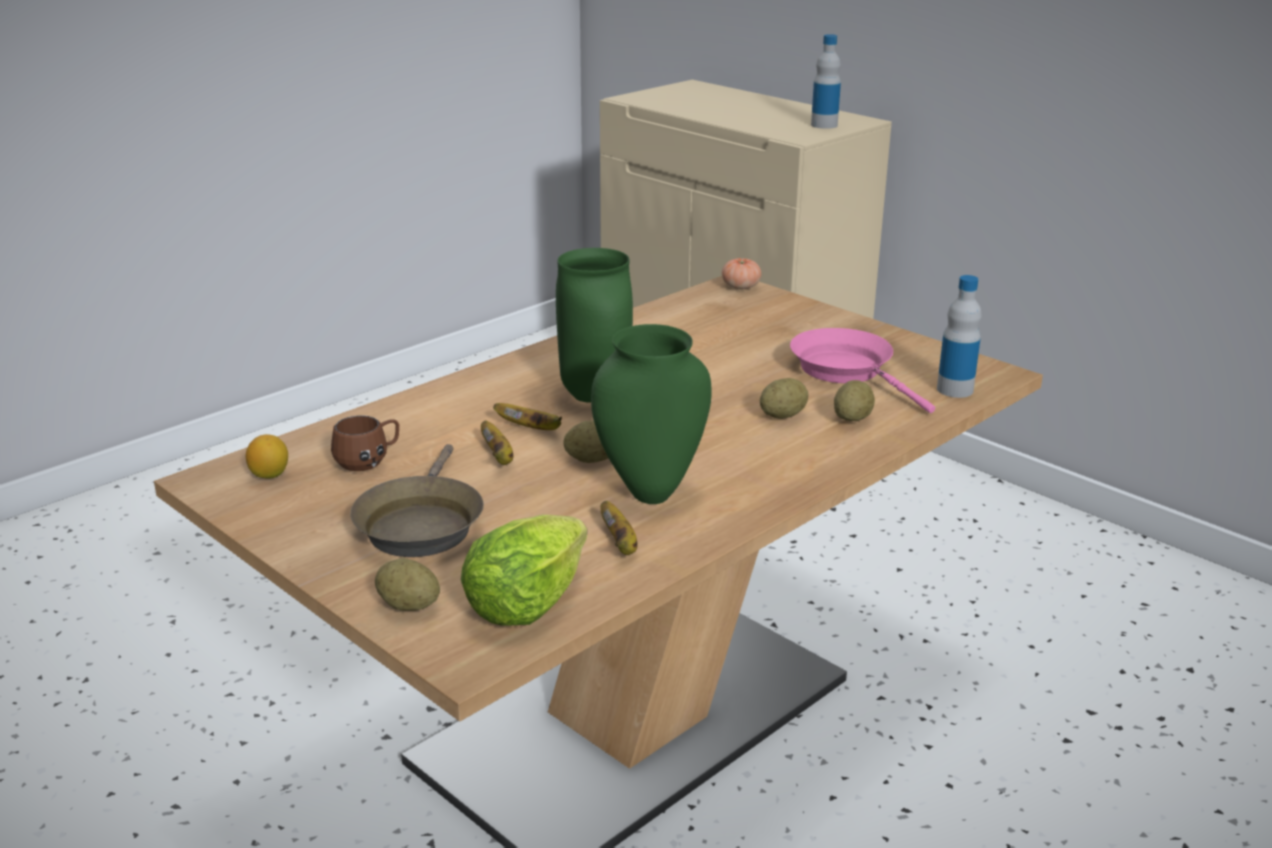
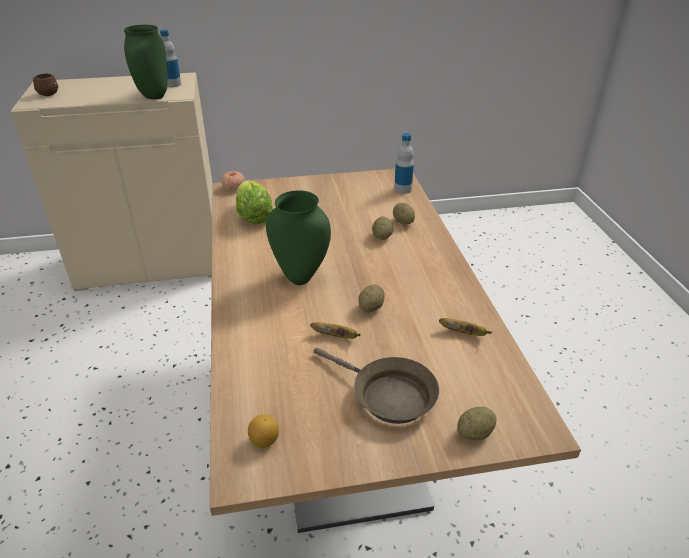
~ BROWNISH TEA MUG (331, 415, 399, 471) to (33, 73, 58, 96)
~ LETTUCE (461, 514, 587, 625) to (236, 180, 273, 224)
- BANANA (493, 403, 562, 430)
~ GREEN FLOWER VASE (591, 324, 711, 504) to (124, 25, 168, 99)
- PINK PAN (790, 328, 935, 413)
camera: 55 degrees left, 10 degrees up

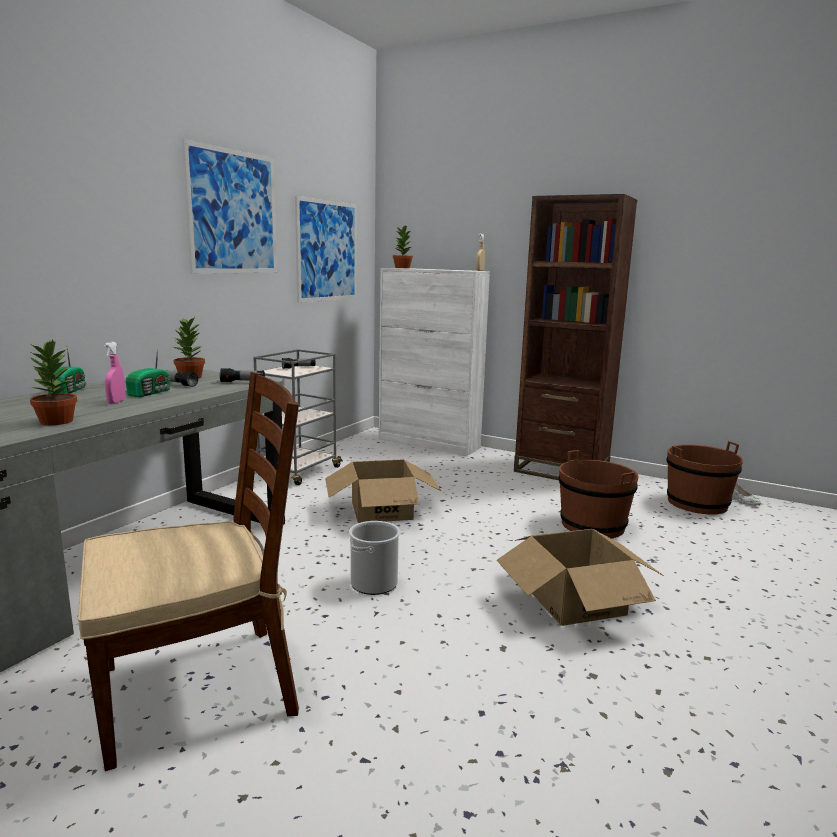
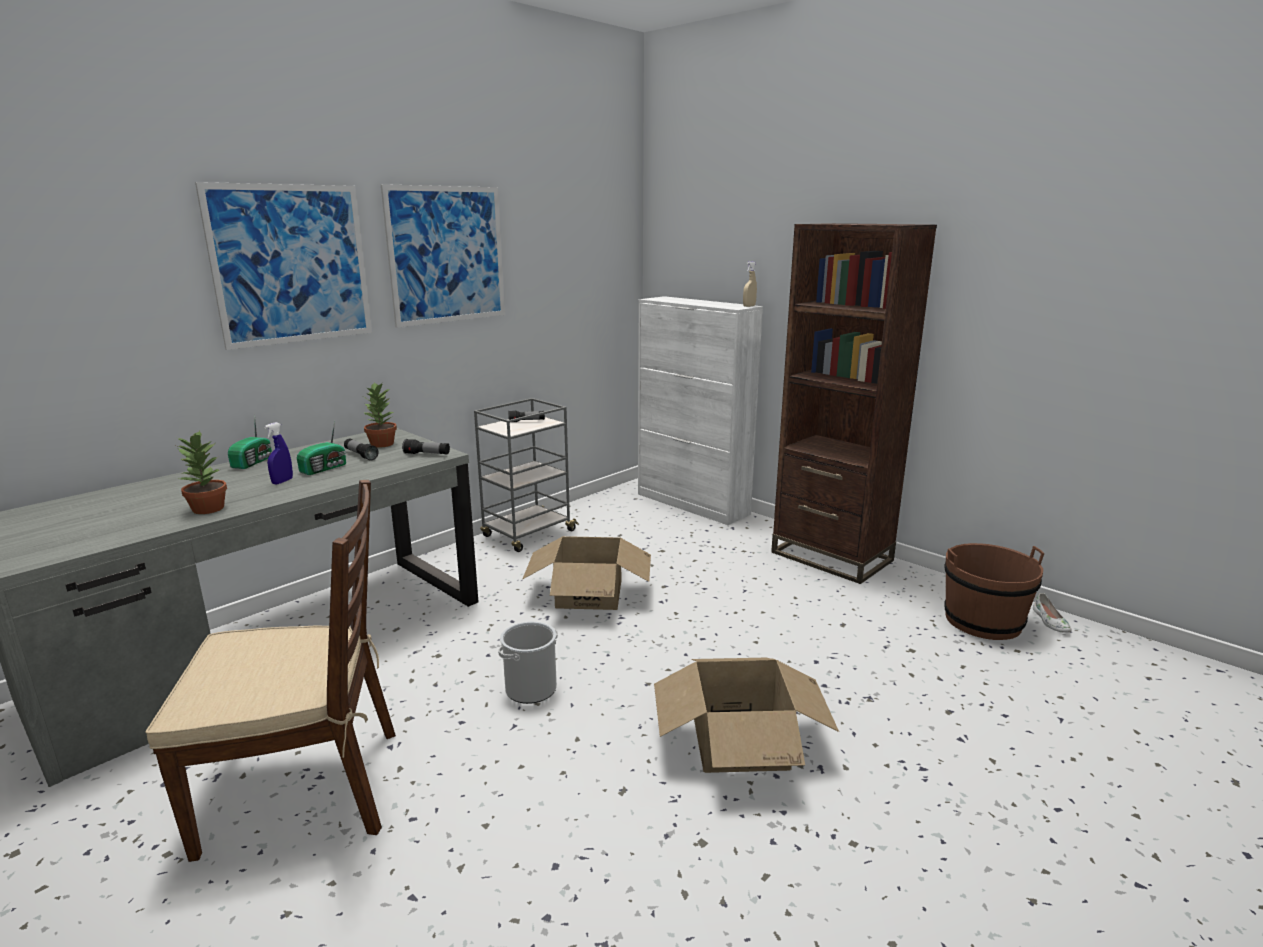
~ PINK SPRAYER (104, 342, 125, 404) to BLUE-COLOURED SPRAYER (264, 422, 293, 485)
~ WALL ART (295, 196, 357, 303) to (195, 182, 372, 350)
- PLANT IN A POT (393, 225, 413, 268)
- BROWNISH BUCKET (559, 450, 639, 539)
camera: 15 degrees right, 5 degrees up

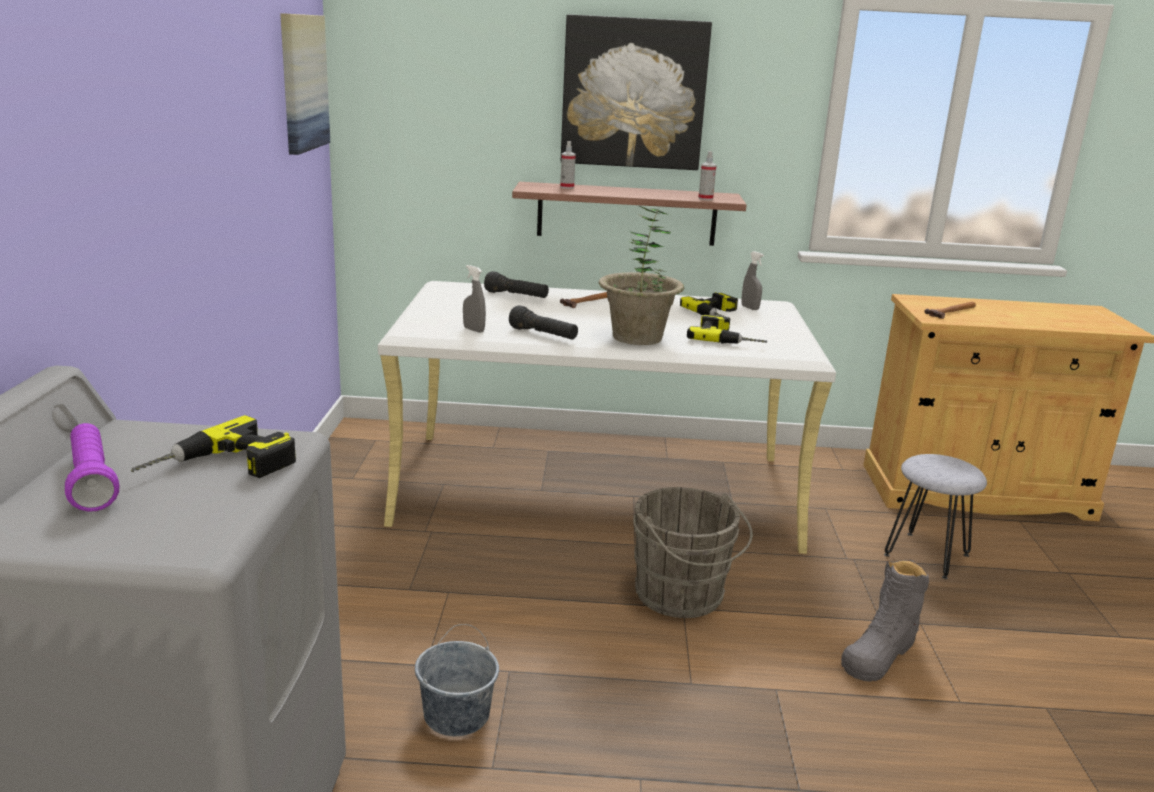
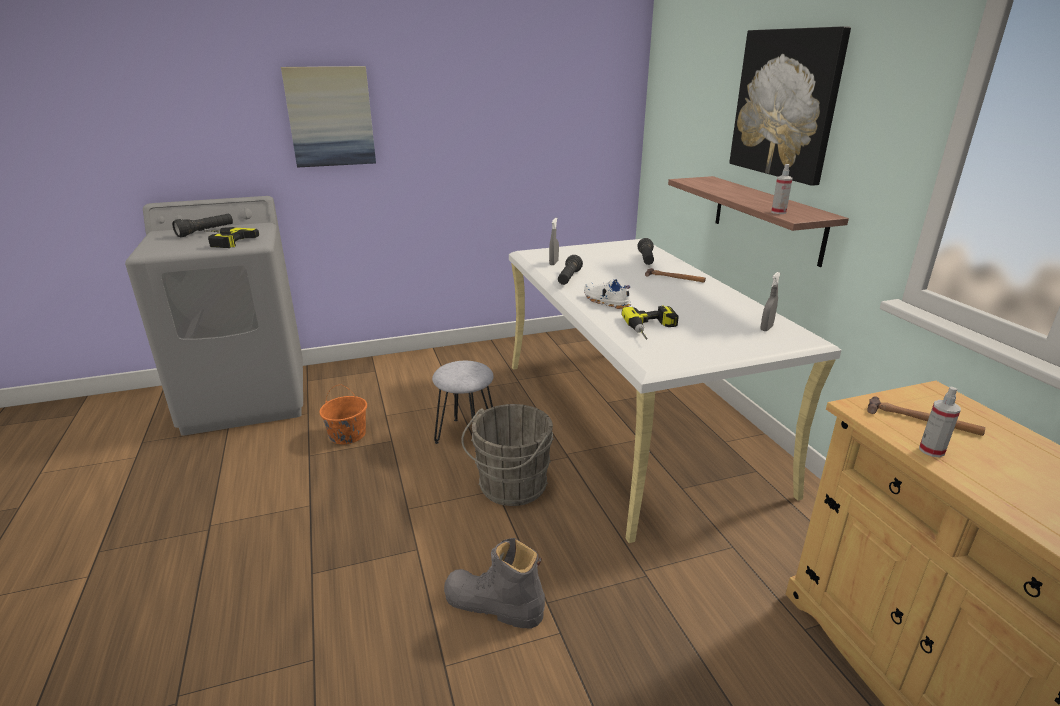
~ PURPLE HAND TORCH (65, 423, 119, 512) to BLACKISH HAND TORCH (172, 214, 233, 237)
~ WALL ART (280, 13, 330, 155) to (281, 66, 376, 168)
~ GREYISH BUCKET (415, 624, 499, 736) to ORANGE-COLOURED BUCKET (319, 385, 367, 444)
~ SPRAYER (560, 141, 576, 189) to (919, 387, 961, 457)
~ PLANT IN A POT (599, 206, 684, 345) to WHITE-COLOURED SHOE (584, 279, 631, 309)
- POWER DRILL (680, 292, 738, 320)
~ GREYISH STOOL (884, 454, 987, 579) to (432, 361, 494, 452)
camera: 70 degrees right, 5 degrees up

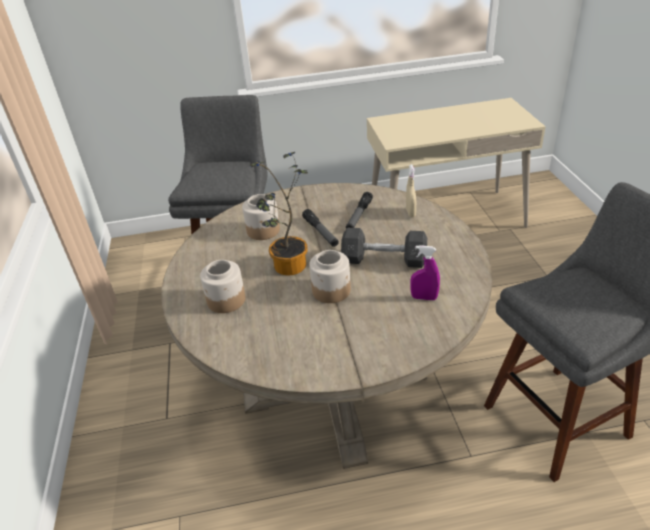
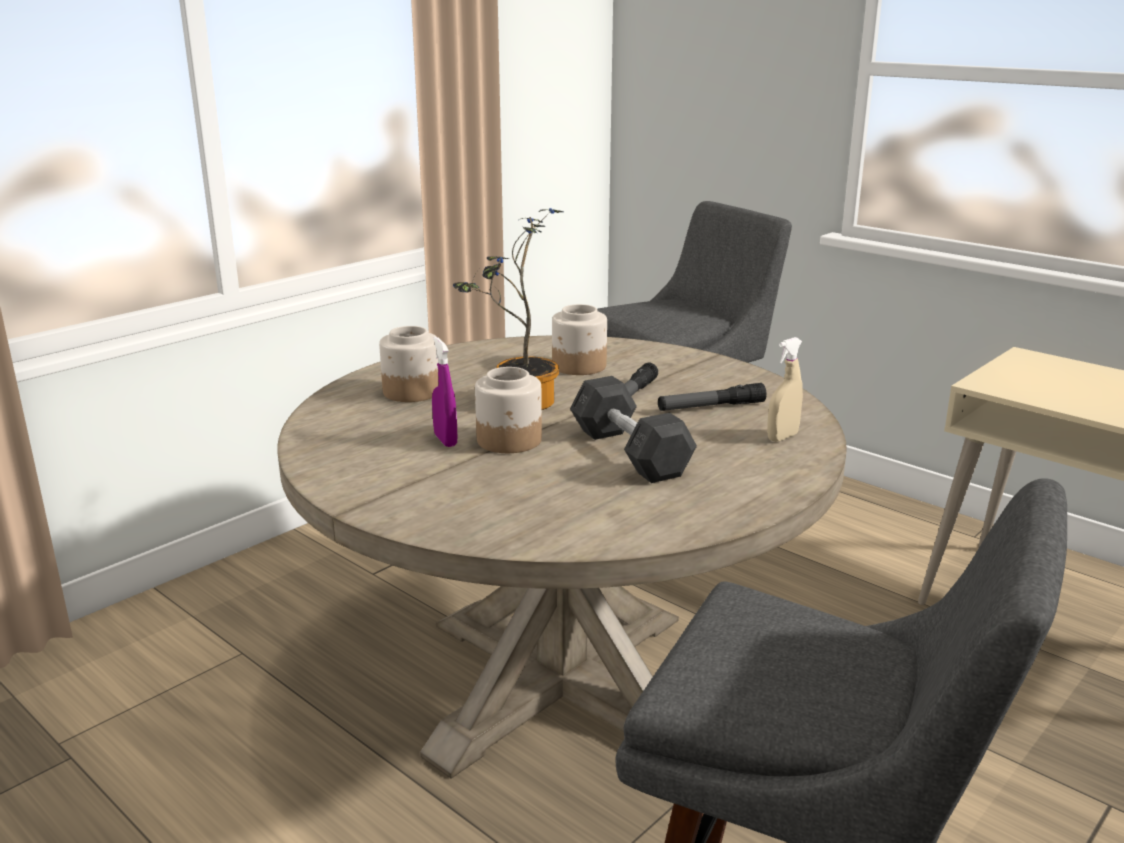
~ PURPLE SPRAYER (410, 245, 440, 300) to (432, 337, 457, 447)
camera: 50 degrees right, 15 degrees down

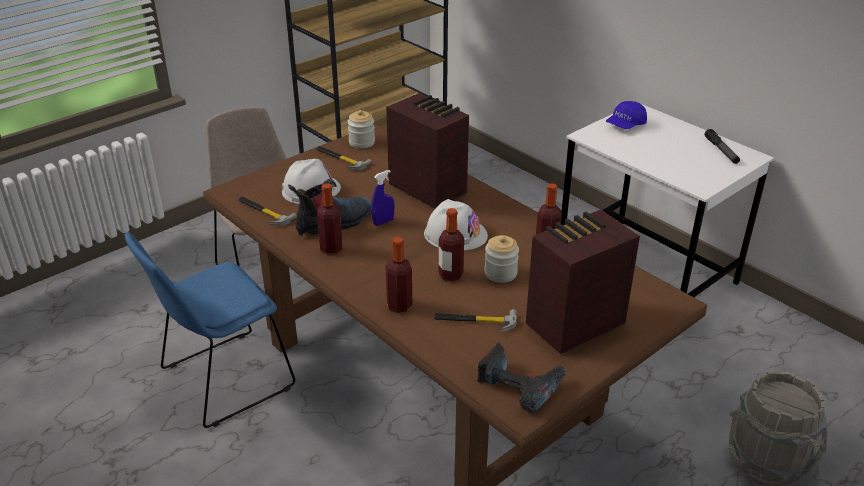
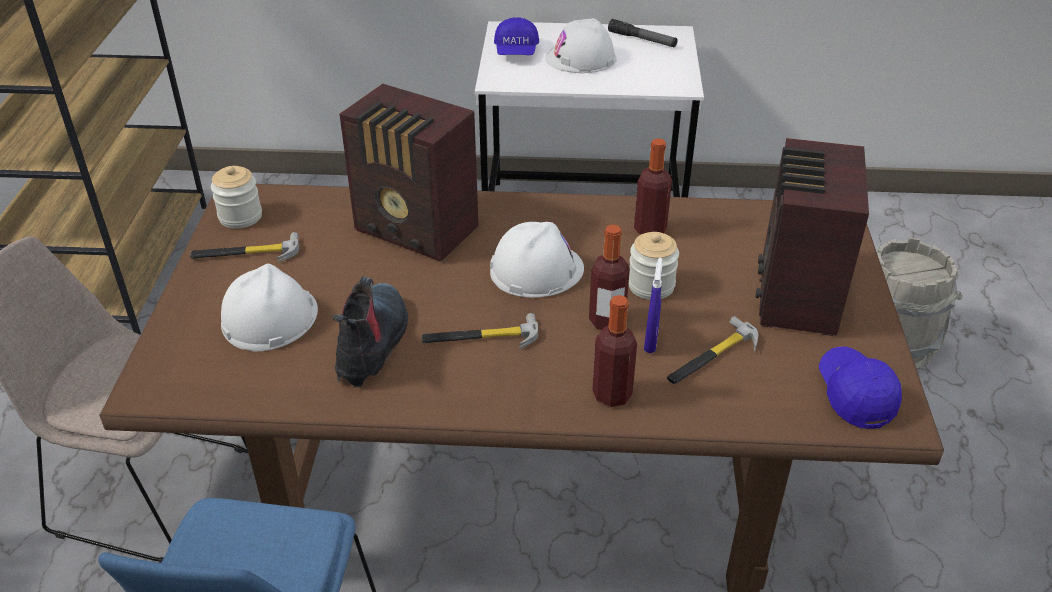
~ TOOL HAMMER (238, 197, 297, 226) to (422, 313, 538, 349)
- DRINK BOTTLE (317, 183, 343, 254)
~ BLUE-COLOURED SPRAYER (371, 170, 395, 226) to (644, 258, 663, 353)
~ RADIO RECEIVER (386, 93, 469, 209) = (340, 84, 479, 262) 150 degrees counterclockwise
~ POWER DRILL (478, 342, 566, 413) to BLUE-COLOURED CAP (819, 347, 902, 429)
+ WHITE-COLOURED HARD HAT (545, 18, 617, 73)
camera: 45 degrees left, 5 degrees up

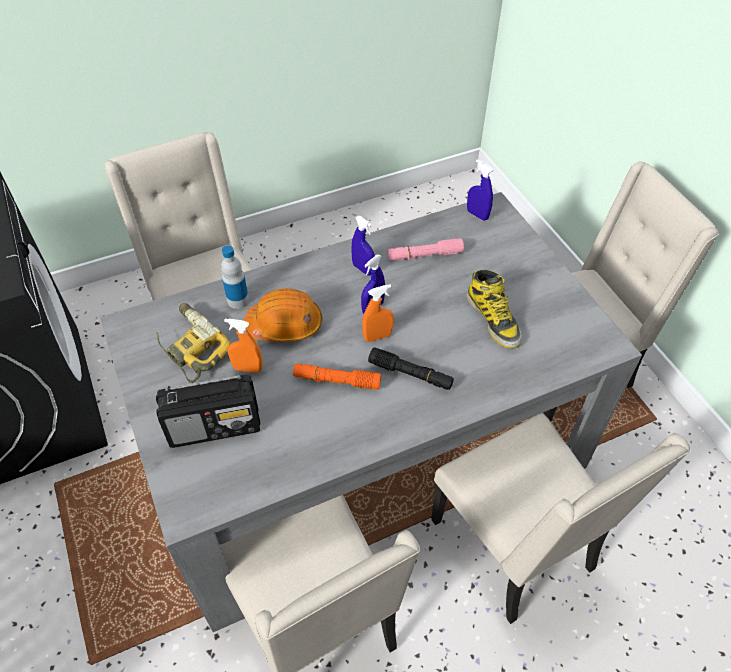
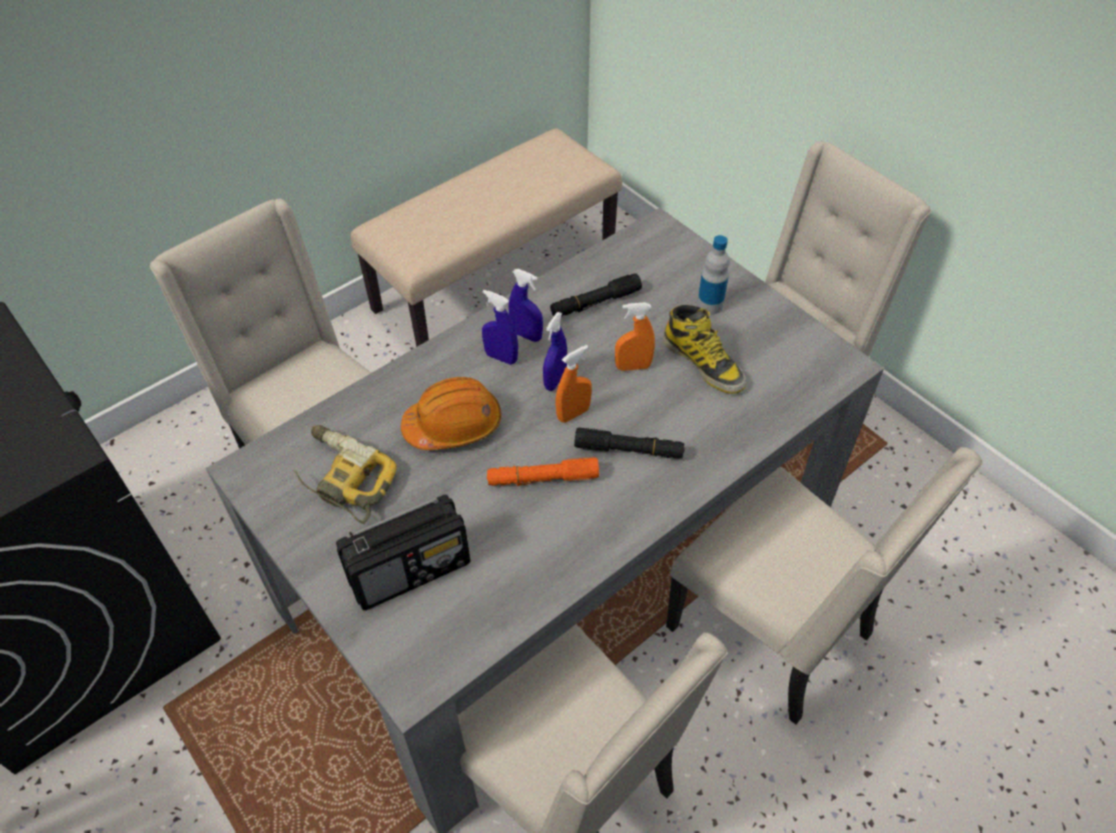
~ DRINK BOTTLE (221, 245, 249, 309) to (697, 235, 730, 315)
~ ORANGE-COLOURED SPRAYER (224, 319, 263, 373) to (615, 302, 655, 371)
~ PINK HAND TORCH (387, 238, 464, 261) to BLACKISH HAND TORCH (550, 273, 642, 316)
~ BLUE-COLOURED SPRAYER (467, 160, 493, 221) to (482, 290, 518, 365)
+ SAND-COLOURED INDOOR BENCH (350, 128, 622, 347)
camera: 15 degrees left, 0 degrees up

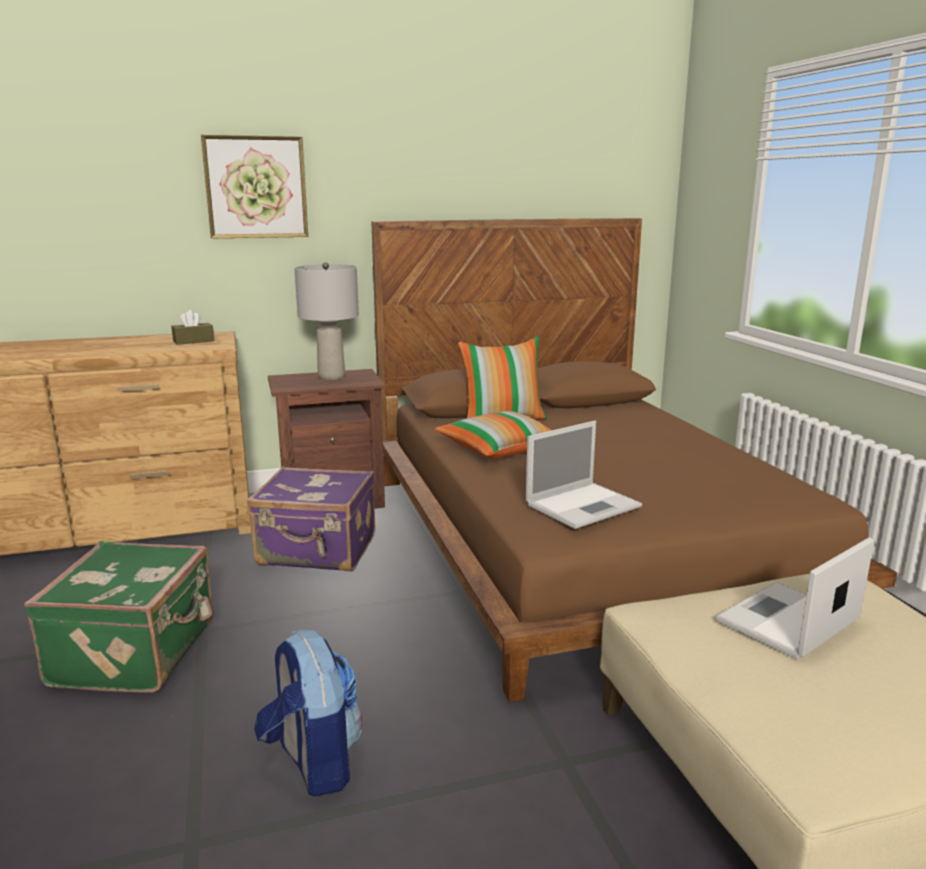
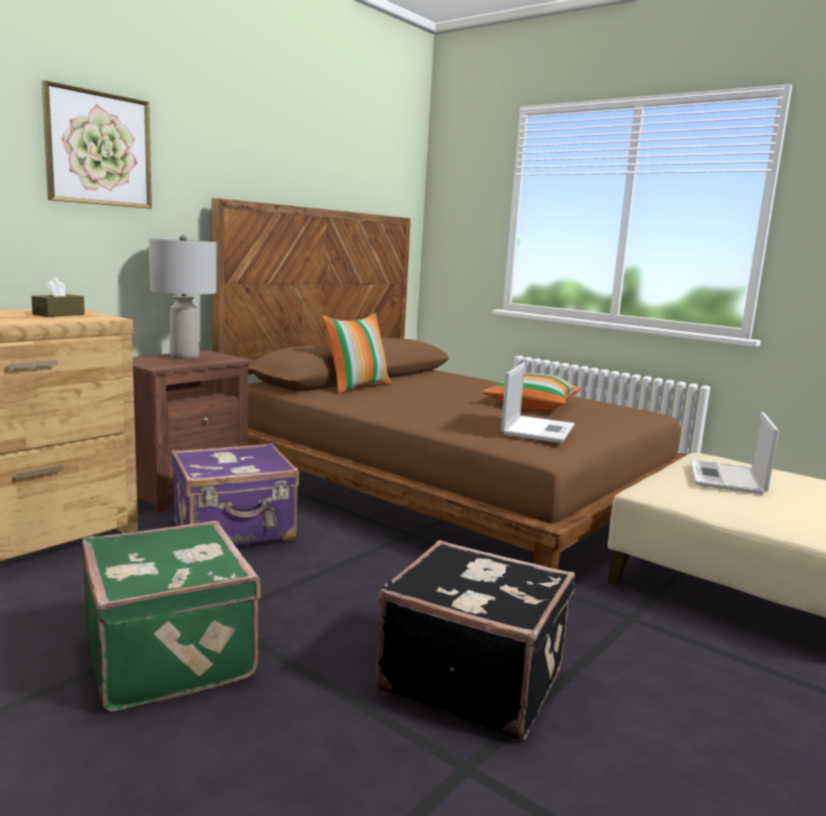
~ BACKPACK (254, 629, 362, 797) to BLACKISH SUITCASE (375, 540, 575, 740)
~ CUSHION (435, 411, 552, 459) to (482, 373, 581, 410)
camera: 35 degrees left, 5 degrees down

